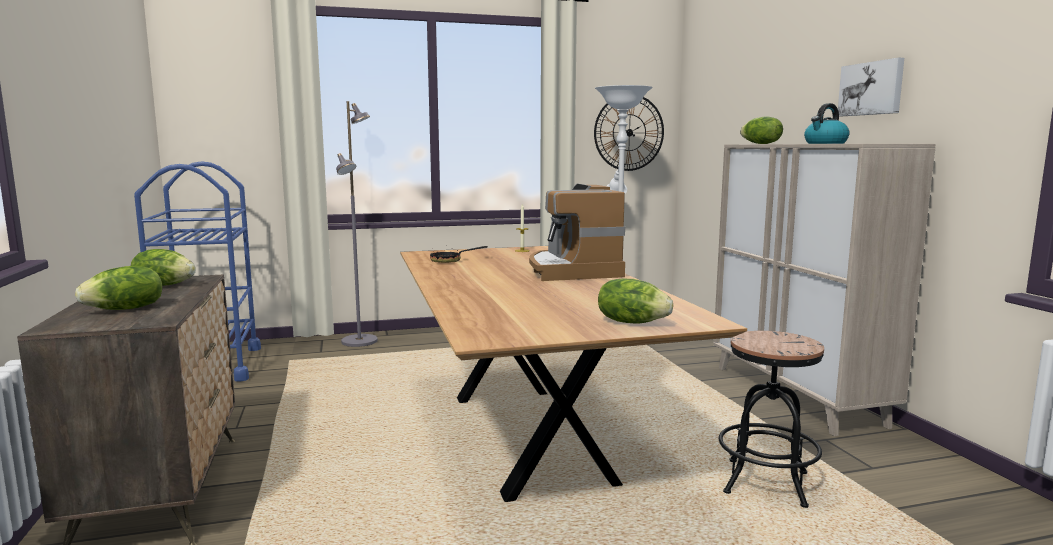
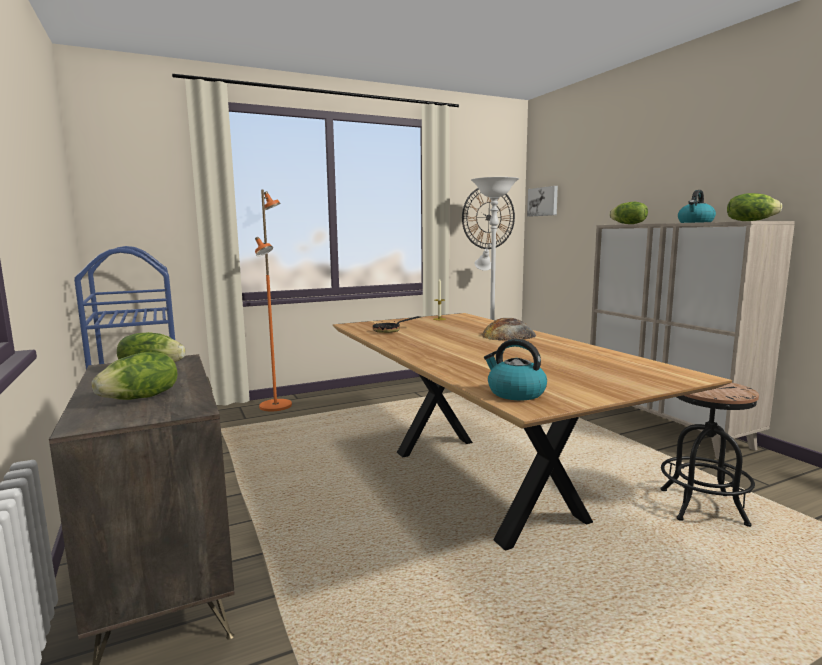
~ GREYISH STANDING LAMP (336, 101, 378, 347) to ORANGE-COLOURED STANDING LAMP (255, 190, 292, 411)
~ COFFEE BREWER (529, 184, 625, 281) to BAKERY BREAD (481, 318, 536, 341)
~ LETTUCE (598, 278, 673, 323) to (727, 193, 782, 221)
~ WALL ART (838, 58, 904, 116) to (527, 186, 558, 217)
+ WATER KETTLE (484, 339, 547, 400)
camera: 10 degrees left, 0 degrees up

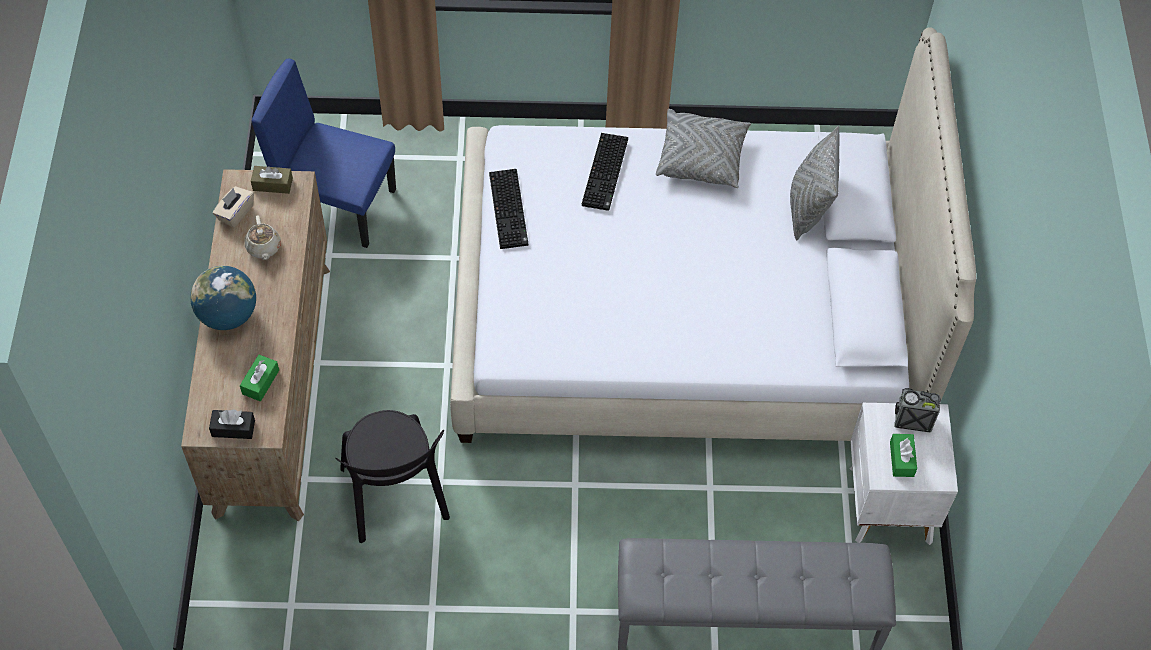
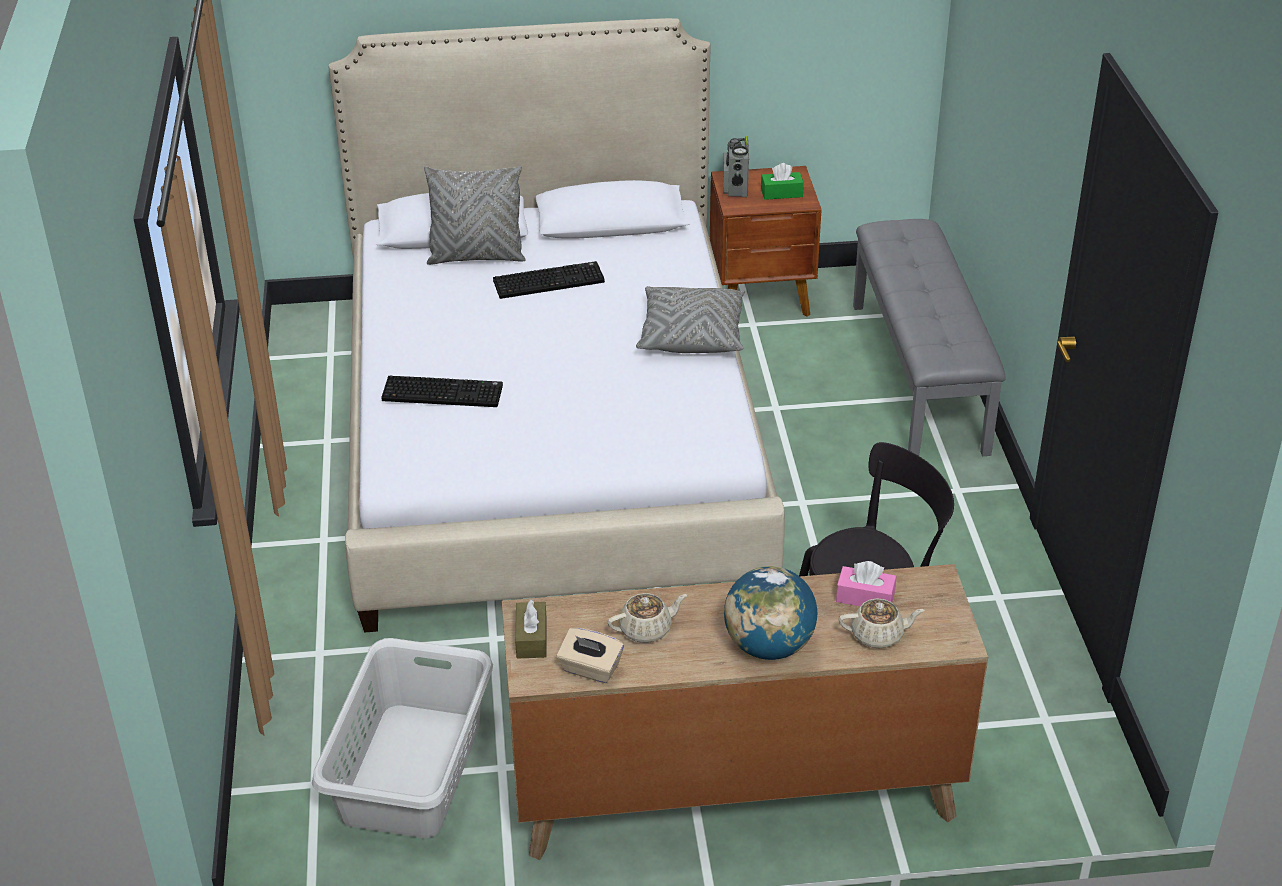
- BLACKISH BOX OF TISSUES (209, 409, 255, 439)
~ GREEN BOX OF TISSUES (240, 355, 279, 401) to PINK BOX OF TISSUES (836, 561, 896, 606)
~ BLUE-COLOURED UPRIGHT CHAIR (252, 59, 396, 248) to GREYISH HAMPER (312, 638, 493, 838)
~ PC KEYBOARD (489, 169, 528, 249) to (493, 261, 605, 299)
~ GREYISH CUSHION (656, 109, 751, 188) to (636, 286, 745, 353)
~ WHITE-COLOURED BEDSIDE TABLE (850, 403, 958, 545) to BROWNISH BEDSIDE TABLE (710, 166, 822, 317)
+ SAND-COLOURED TEA POT (839, 598, 925, 648)
camera: 95 degrees left, 20 degrees down

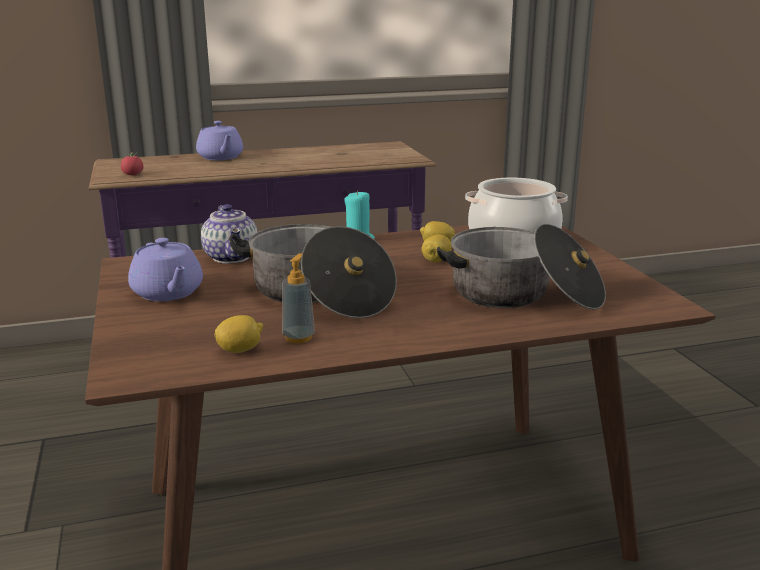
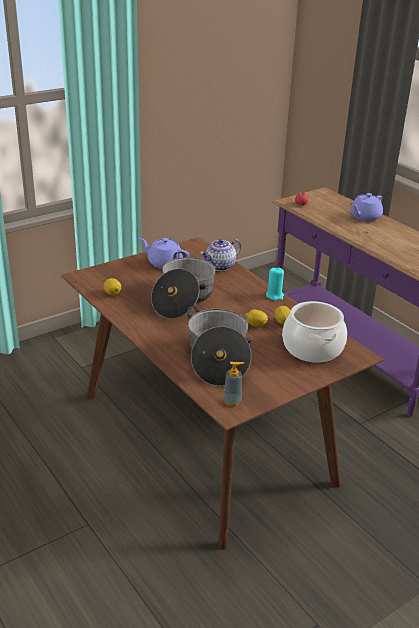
~ PURPLE TEA POT (128, 238, 203, 301) = (139, 238, 189, 269) 75 degrees clockwise
~ LIQUID SOAP BOTTLE (282, 253, 315, 343) to (223, 362, 244, 407)
camera: 70 degrees right, 10 degrees up

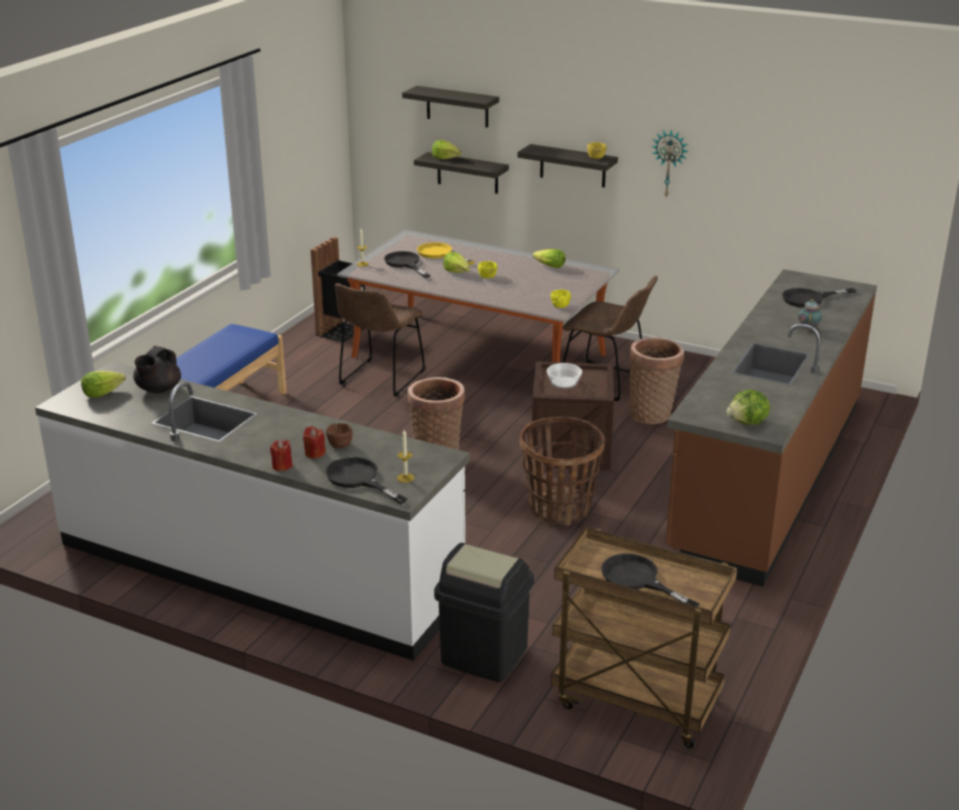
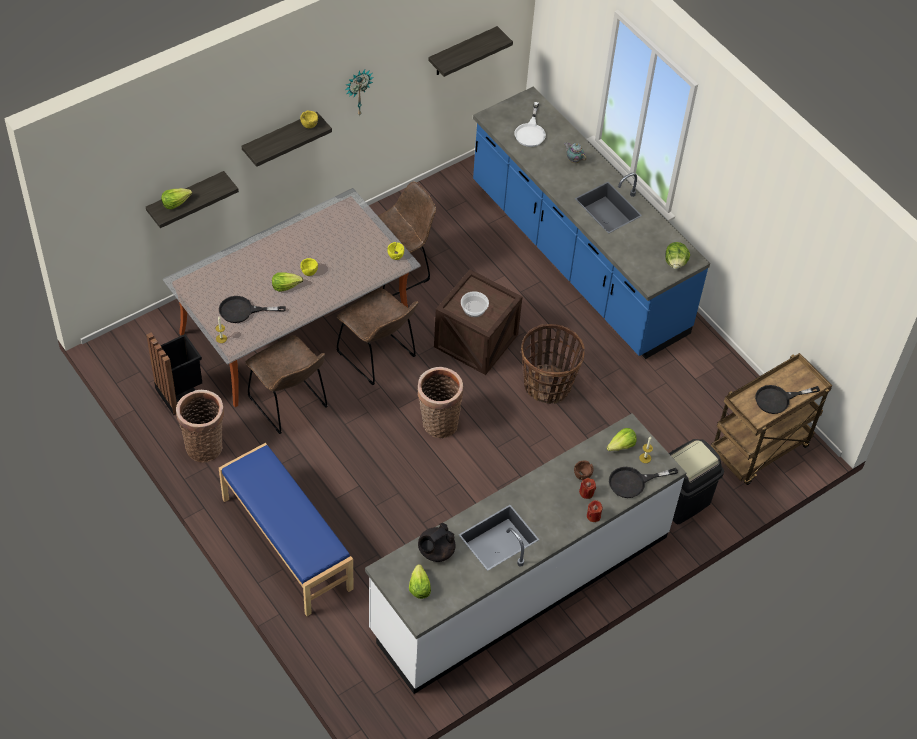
~ BLACKISH TEA POT (133, 346, 181, 393) = (418, 523, 455, 562) 90 degrees clockwise
~ BRACKET SHELF (402, 86, 499, 127) to (428, 26, 513, 77)
- YELLOW-COLOURED PAN (417, 242, 475, 265)
~ LETTUCE (532, 249, 565, 268) to (607, 428, 637, 451)
~ STORAGE BASKET (629, 337, 684, 424) to (176, 390, 224, 463)
~ BROWNISH KITCHEN BASE UNIT (666, 269, 877, 587) to BLUE-COLOURED KITCHEN BASE UNIT (473, 87, 710, 359)
~ BLACKISH PAN (782, 288, 857, 308) to WHITE-COLOURED PAN (515, 102, 546, 147)
+ BROWNISH UPRIGHT CHAIR (337, 288, 418, 385)
camera: 65 degrees left, 25 degrees up

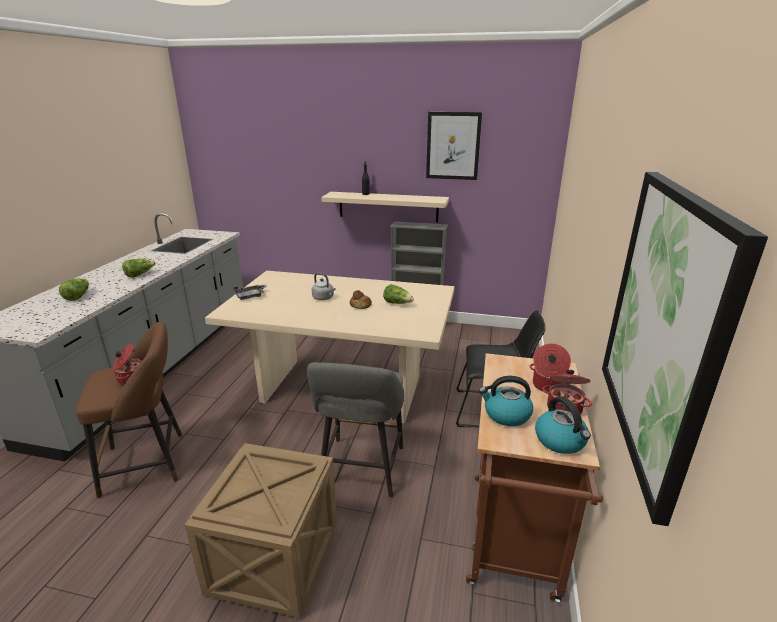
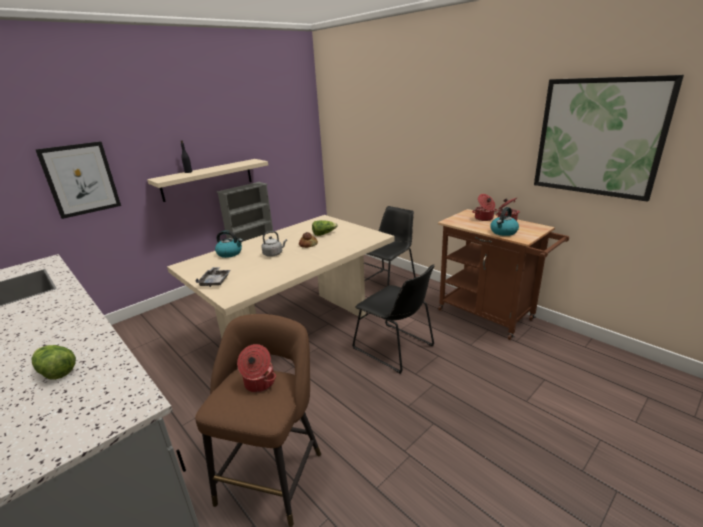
- LETTUCE (122, 259, 155, 278)
- PACKING CRATE (185, 443, 337, 618)
~ GREYISH STOOL (307, 362, 404, 497) to BLACKISH UPRIGHT CHAIR (352, 264, 435, 374)
~ WALL ART (426, 112, 482, 180) to (35, 141, 121, 219)
~ WATER KETTLE (535, 396, 591, 454) to (215, 230, 243, 258)
camera: 55 degrees left, 0 degrees up

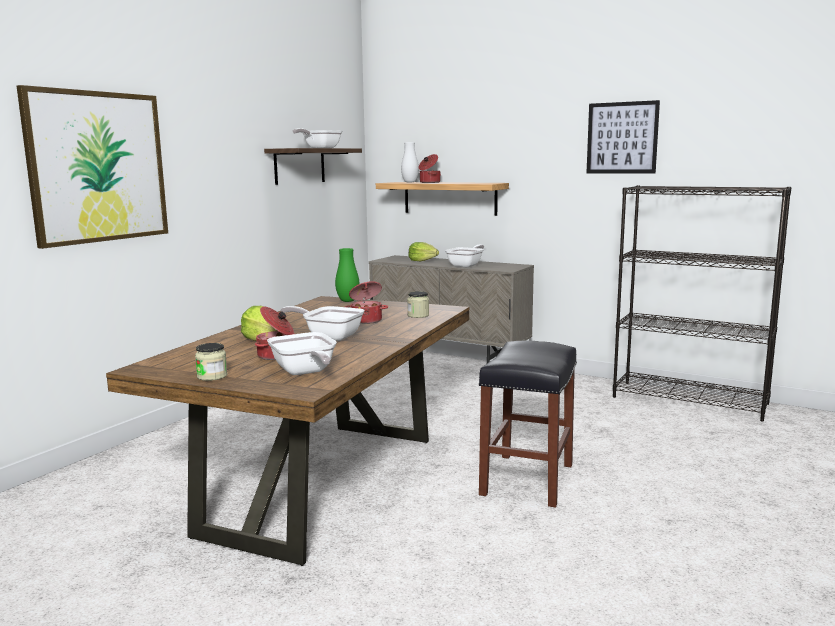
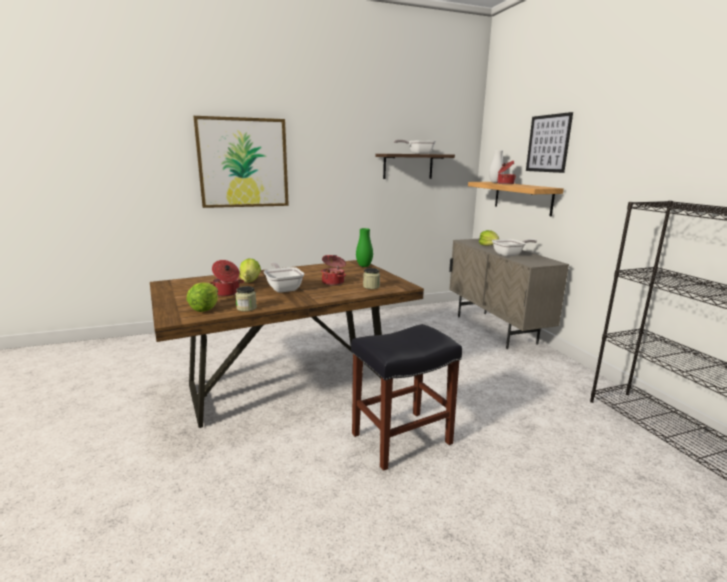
~ STORAGE JAR (195, 343, 228, 381) to (236, 286, 257, 311)
~ PAN (267, 332, 337, 375) to LETTUCE (187, 283, 218, 312)
~ WALL ART (587, 100, 660, 174) to (526, 112, 573, 173)
camera: 40 degrees right, 5 degrees up

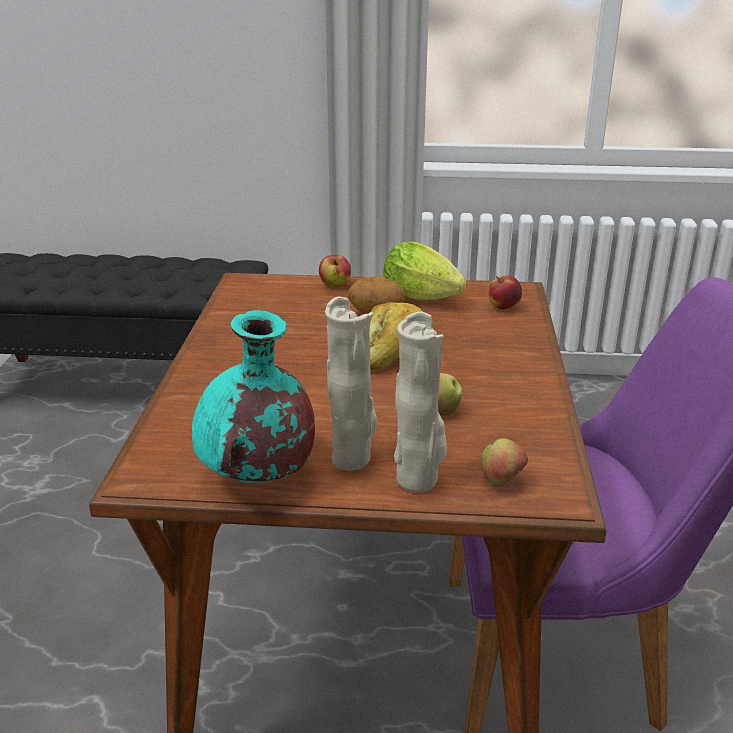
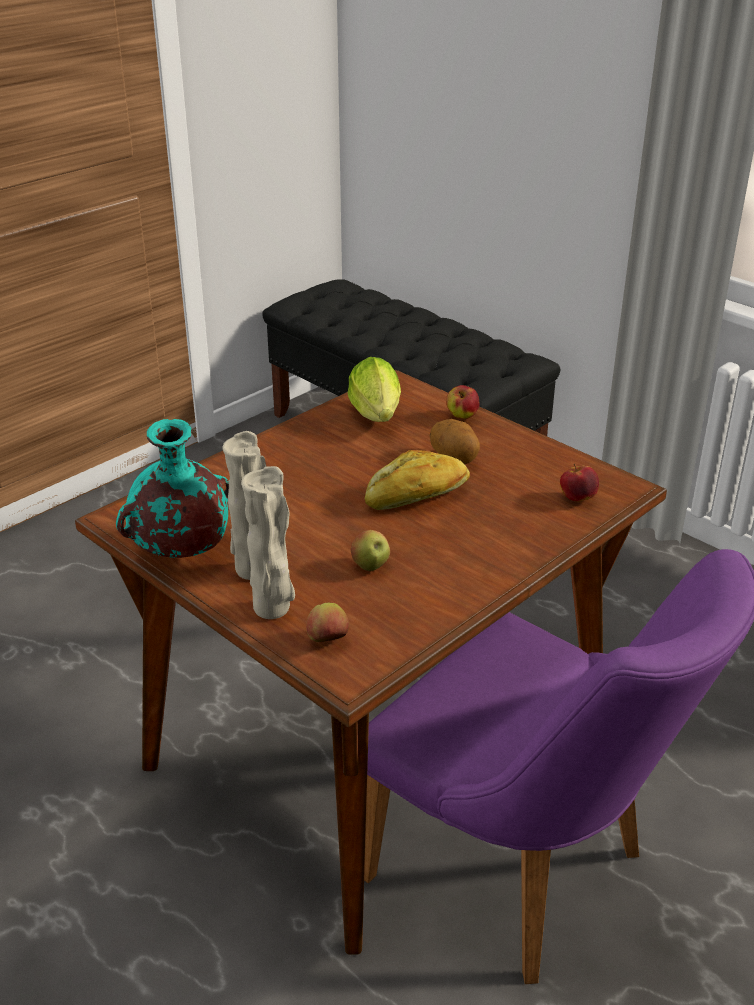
~ LETTUCE (383, 241, 467, 301) to (348, 357, 401, 422)
camera: 40 degrees right, 5 degrees up

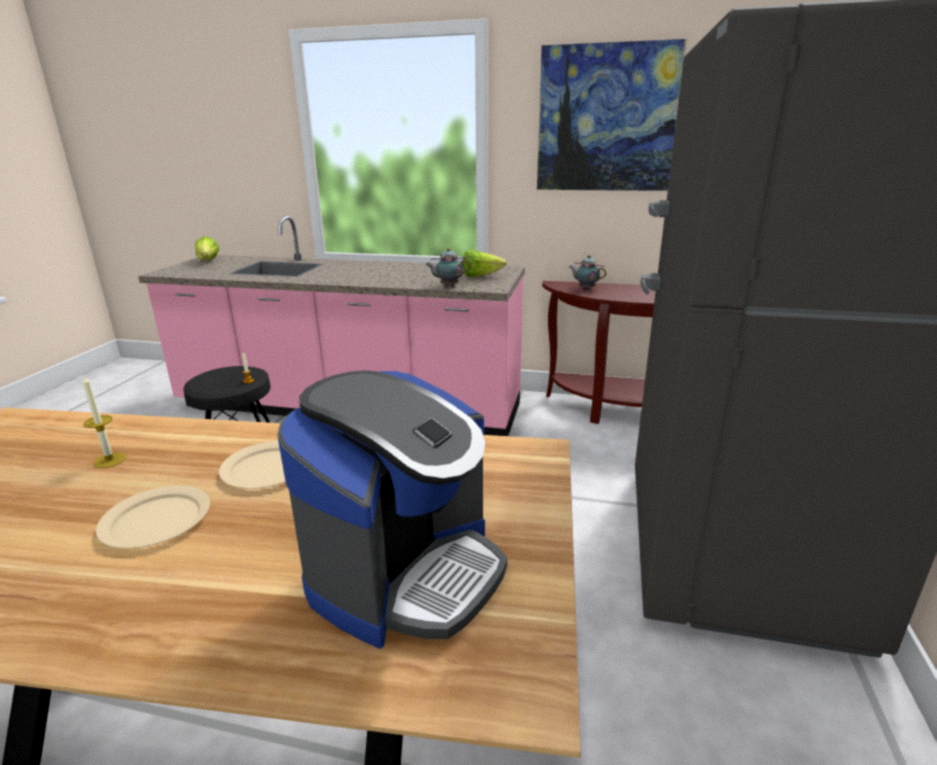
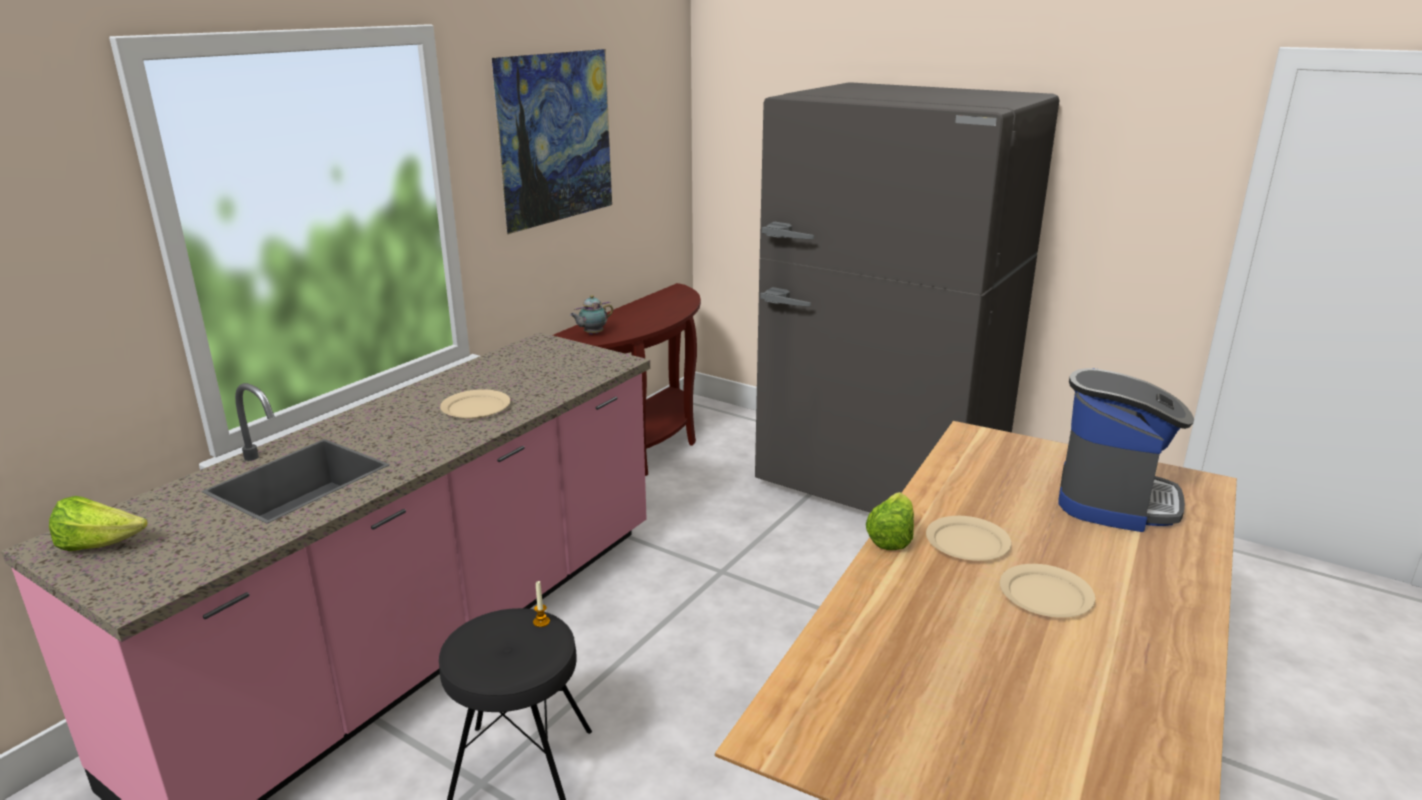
- CANDLE (82, 374, 126, 468)
~ COFFEE BREWER (277, 370, 507, 648) = (1059, 368, 1194, 532) 60 degrees clockwise
- TEA POT (425, 248, 471, 286)
~ LETTUCE (463, 250, 507, 277) to (866, 492, 914, 550)
+ SAND-COLOURED PLATE (440, 390, 511, 419)
camera: 70 degrees left, 0 degrees up

